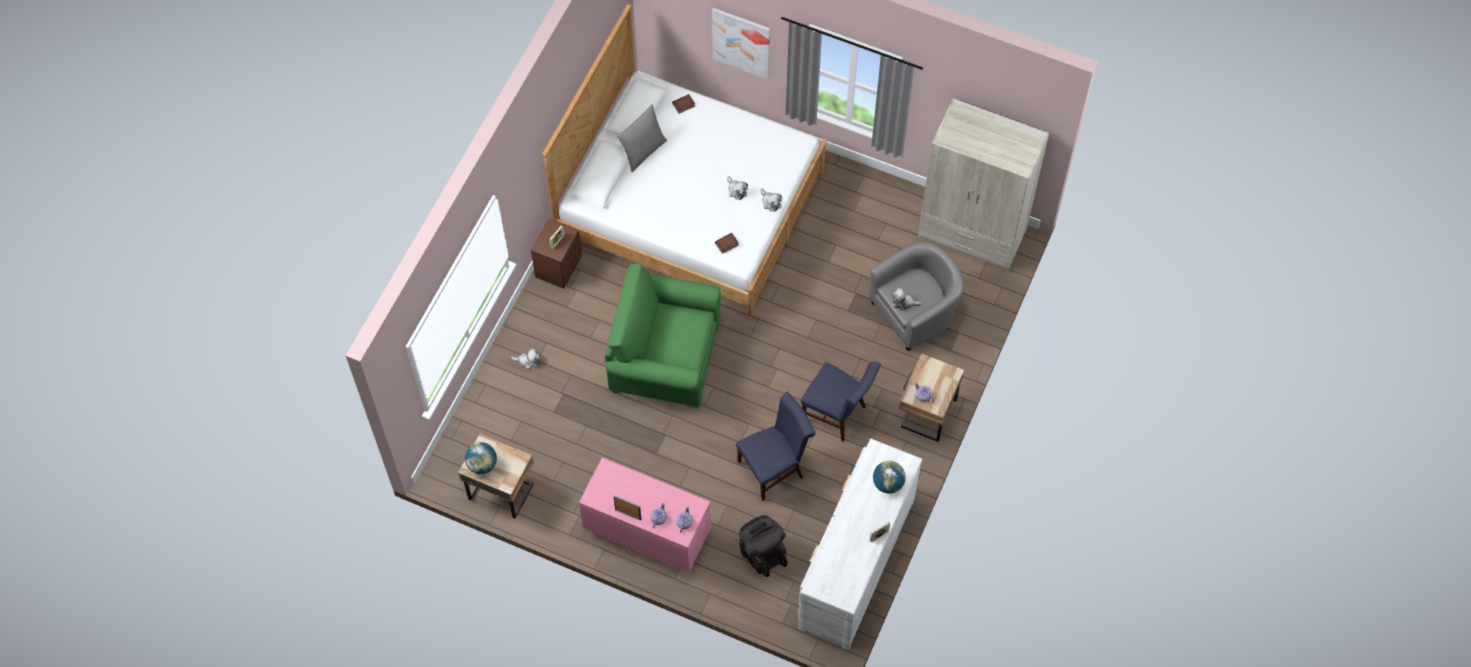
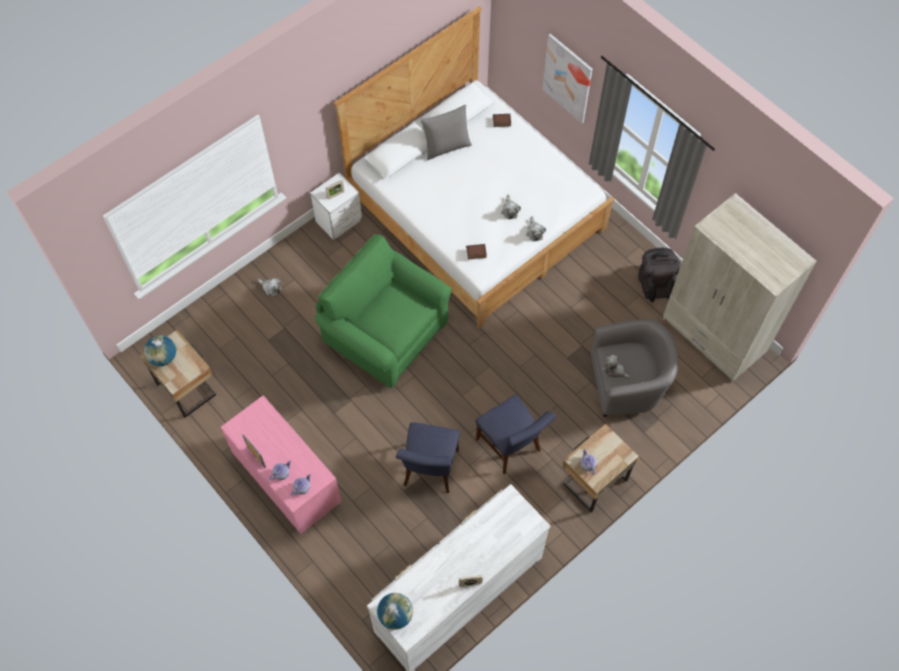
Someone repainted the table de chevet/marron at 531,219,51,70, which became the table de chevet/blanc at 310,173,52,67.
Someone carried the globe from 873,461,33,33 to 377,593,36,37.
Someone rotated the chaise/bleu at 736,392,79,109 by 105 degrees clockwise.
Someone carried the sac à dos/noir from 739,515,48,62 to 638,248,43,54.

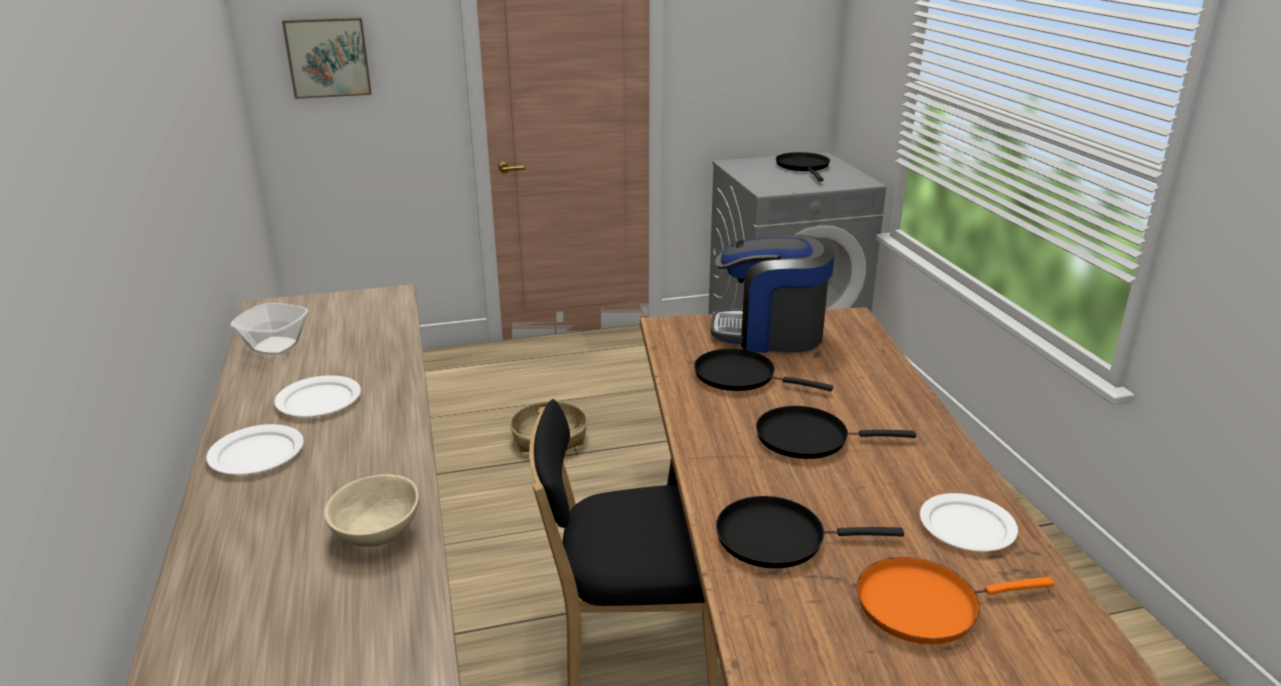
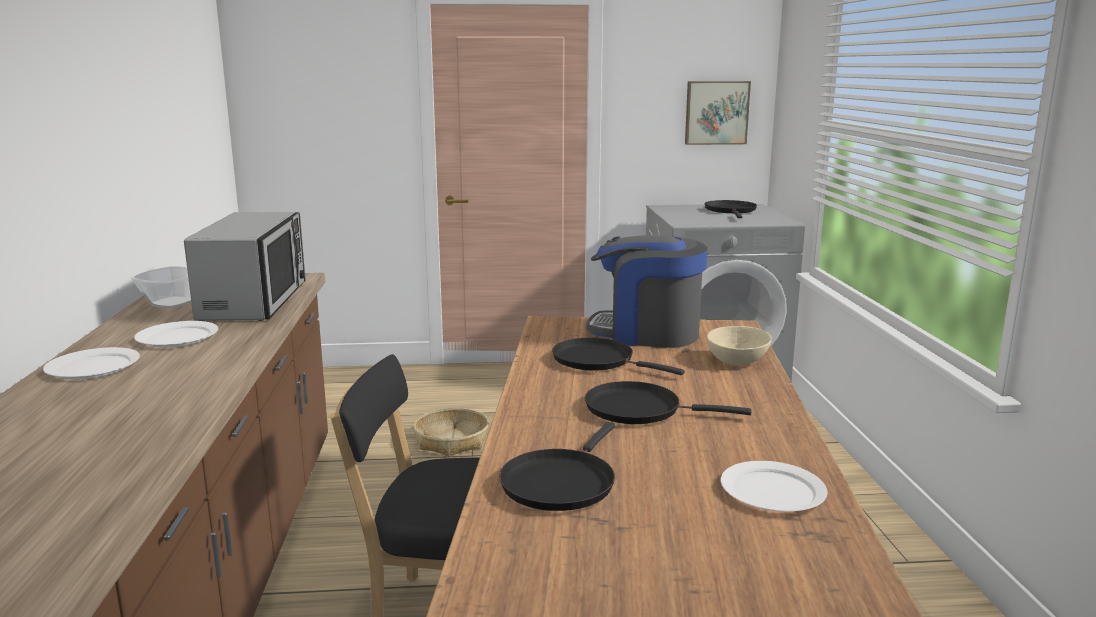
Someone put down the micro-ondes at 184,212,122,109.
Someone rotated the poêle/noir at 716,496,188,72 by 75 degrees counterclockwise.
Someone carried the tableau from 282,17,90,82 to 685,81,66,64.
Someone carried the bol/beige from 324,474,95,73 to 707,326,65,39.
Someone took away the poêle/orange at 857,557,198,88.

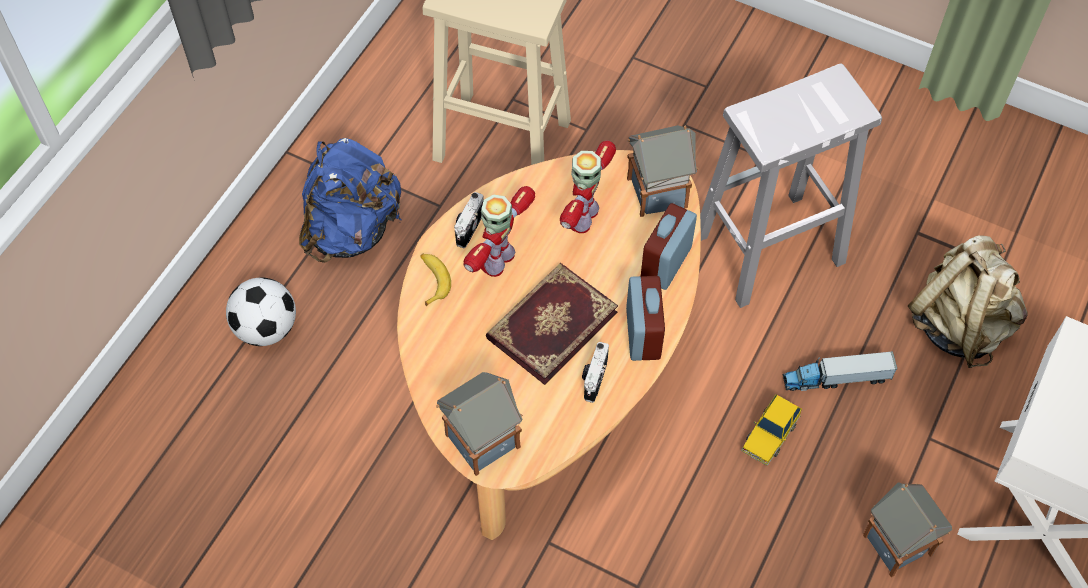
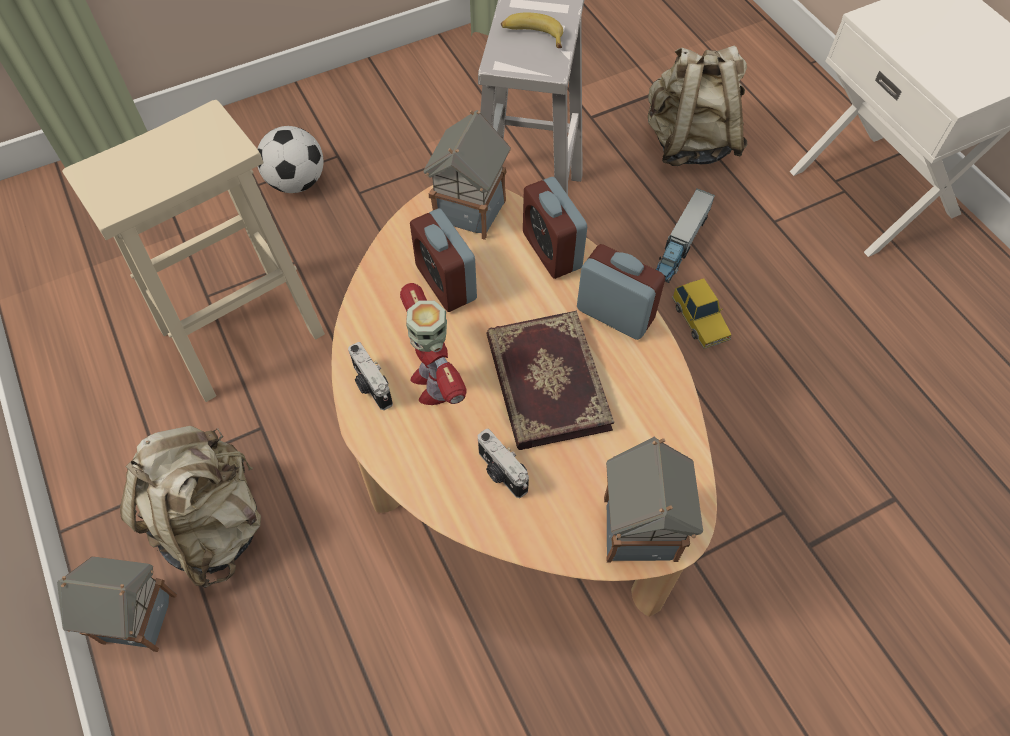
Someone carried the maison miniature from 863,482,89,95 to 57,556,120,96.
Someone repainted the sac à dos/bleu at 299,138,103,124, which became the sac à dos/beige at 120,426,141,162.
Someone carried the ballon de foot from 226,277,70,69 to 257,126,67,67.
Someone swapped the robot jouet at 560,140,56,93 for the réveil at 410,209,67,103.
Someone carried the appareil photo from 582,342,27,61 to 478,429,51,69.
Someone carried the banane from 420,254,31,53 to 501,13,62,35.

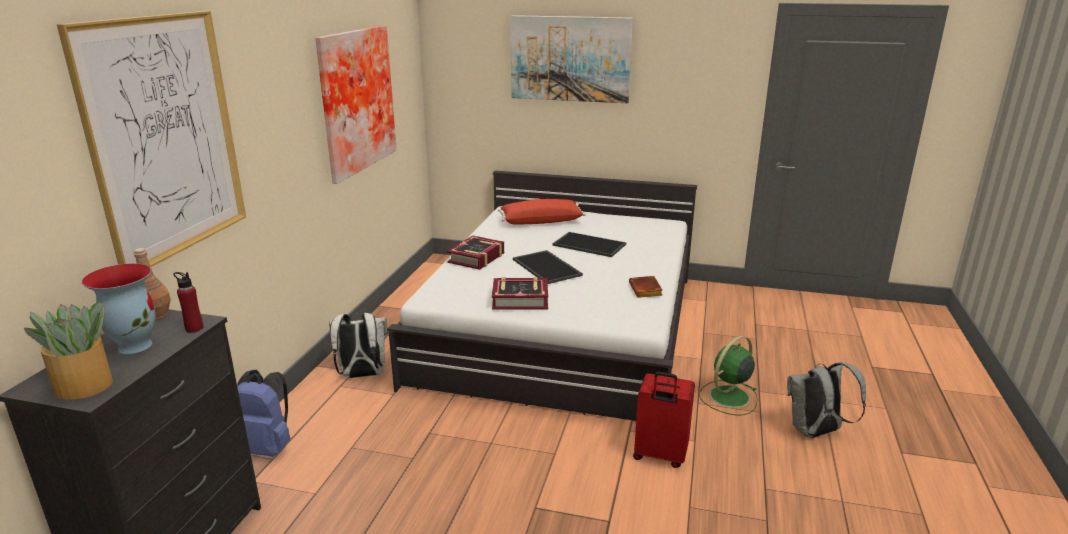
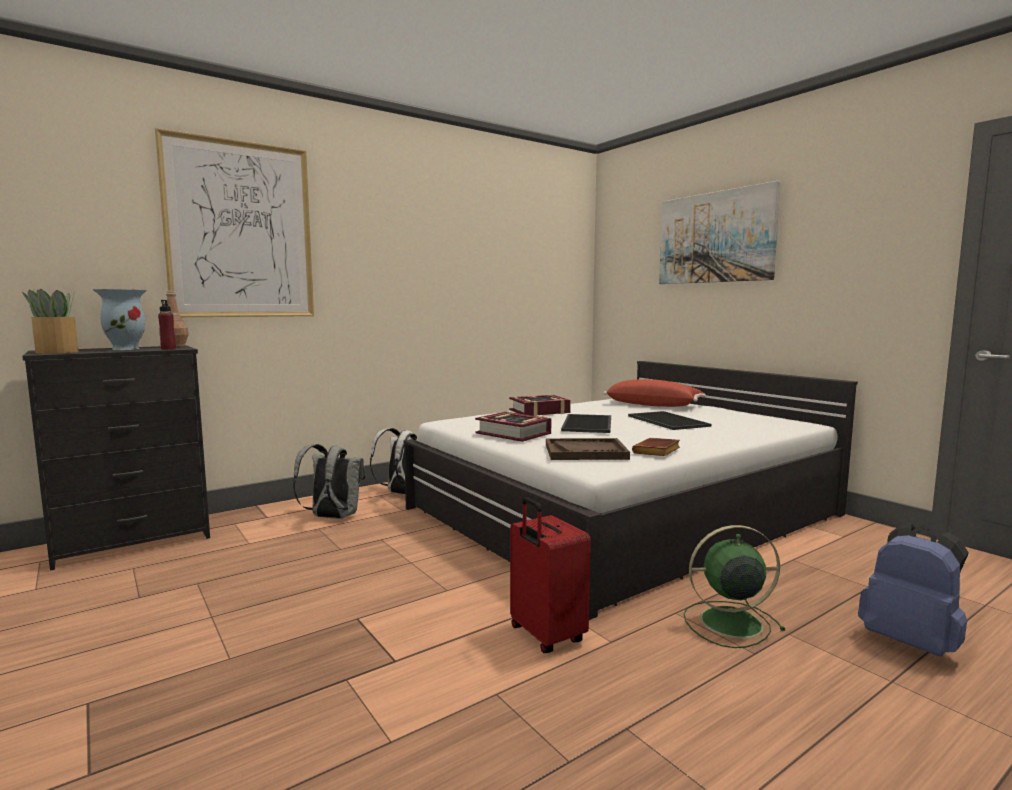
Someone carried the sac à dos/gris from 787,362,79,76 to 293,444,72,75.
Someone put down the plateau/marron at 546,438,84,22.
Someone carried the sac à dos/bleu from 237,370,53,87 to 858,523,111,133.
Someone took away the tableau at 315,25,82,159.

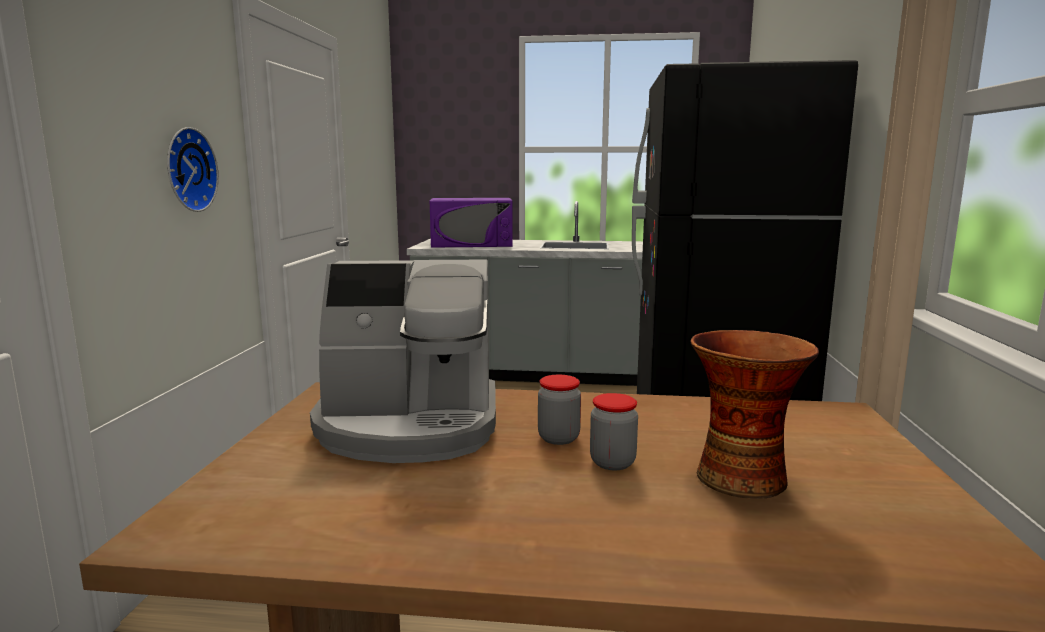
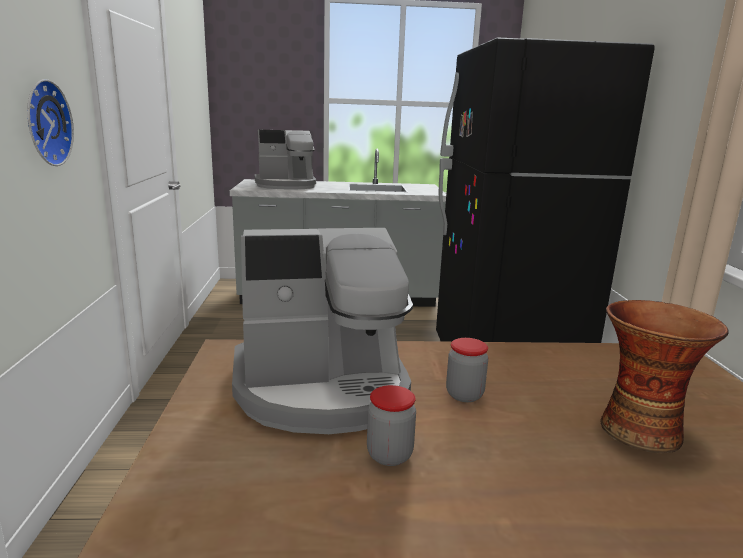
Someone swapped the micro-ondes/violet at 430,198,83,49 for the machine à café at 254,130,62,59.
Someone carried the bocal from 590,393,48,77 to 367,385,49,81.

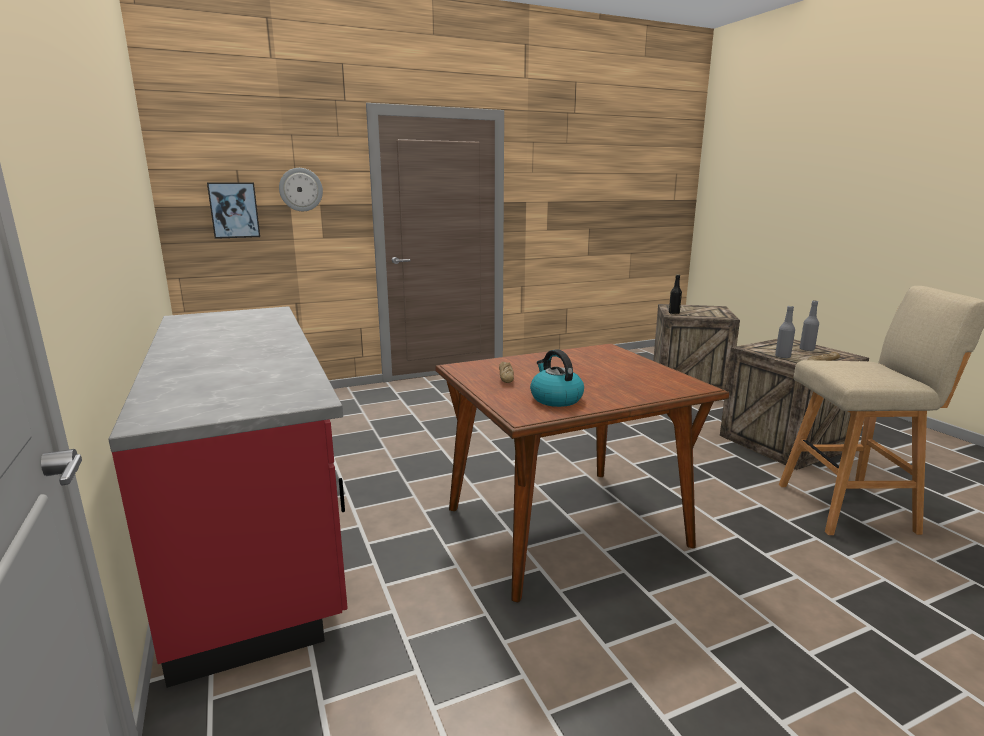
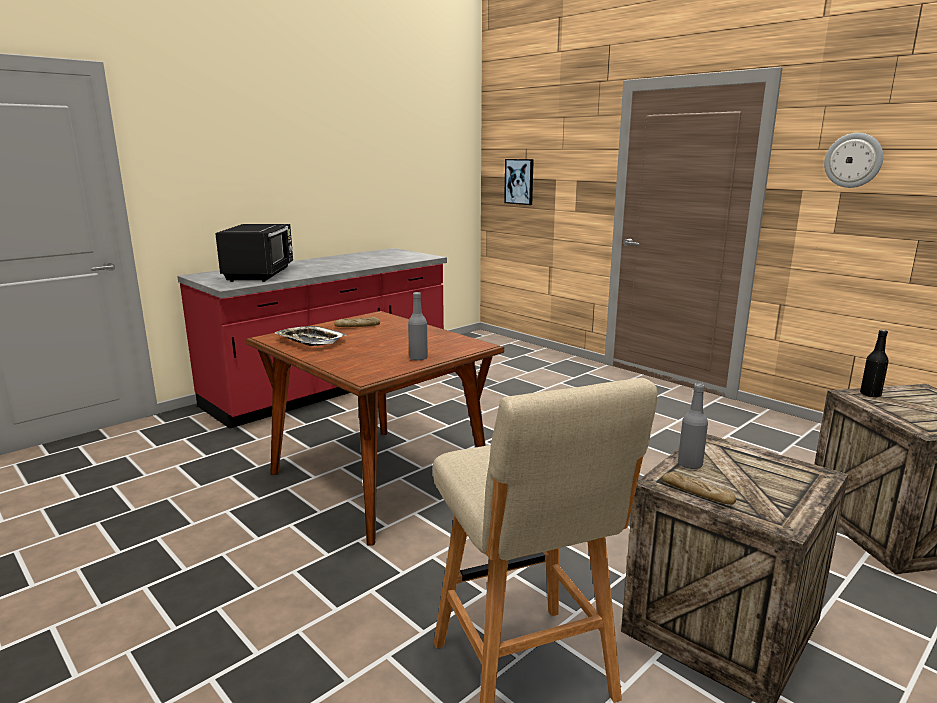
Someone put down the micro-ondes/noir at 215,224,78,58.
Someone swapped the bouilloire at 530,349,54,58 for the plateau at 275,326,72,20.
Someone carried the bouteille/gris from 800,300,19,51 to 408,292,20,68.
Someone carried the horloge murale from 279,168,44,43 to 824,133,59,55.

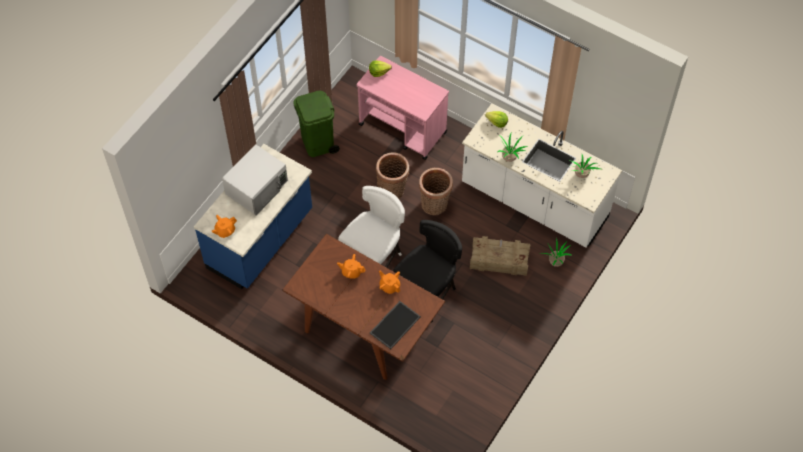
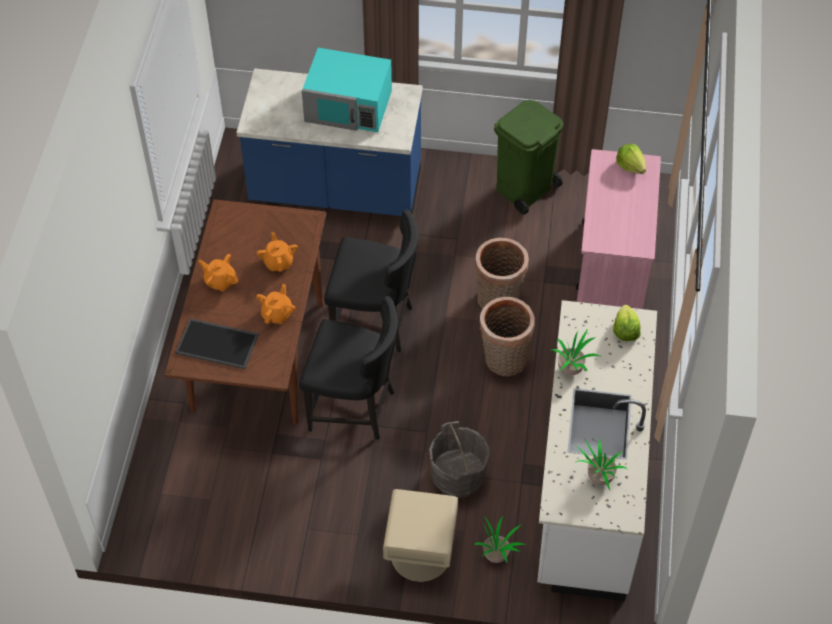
Someone carried the théière/orange from 212,215,25,23 to 198,254,40,37.
Someone repainted the micro-ondes/blanc at 222,145,66,70, which became the micro-ondes/turquoise at 302,48,90,84.
Someone repainted the chaise/blanc at 338,186,67,82, which became the chaise/noir at 324,209,94,144.
Someone put down the table de chevet/beige at 383,489,75,93.
Someone swapped the caisse at 470,236,60,40 for the seau/gris at 429,421,61,77.

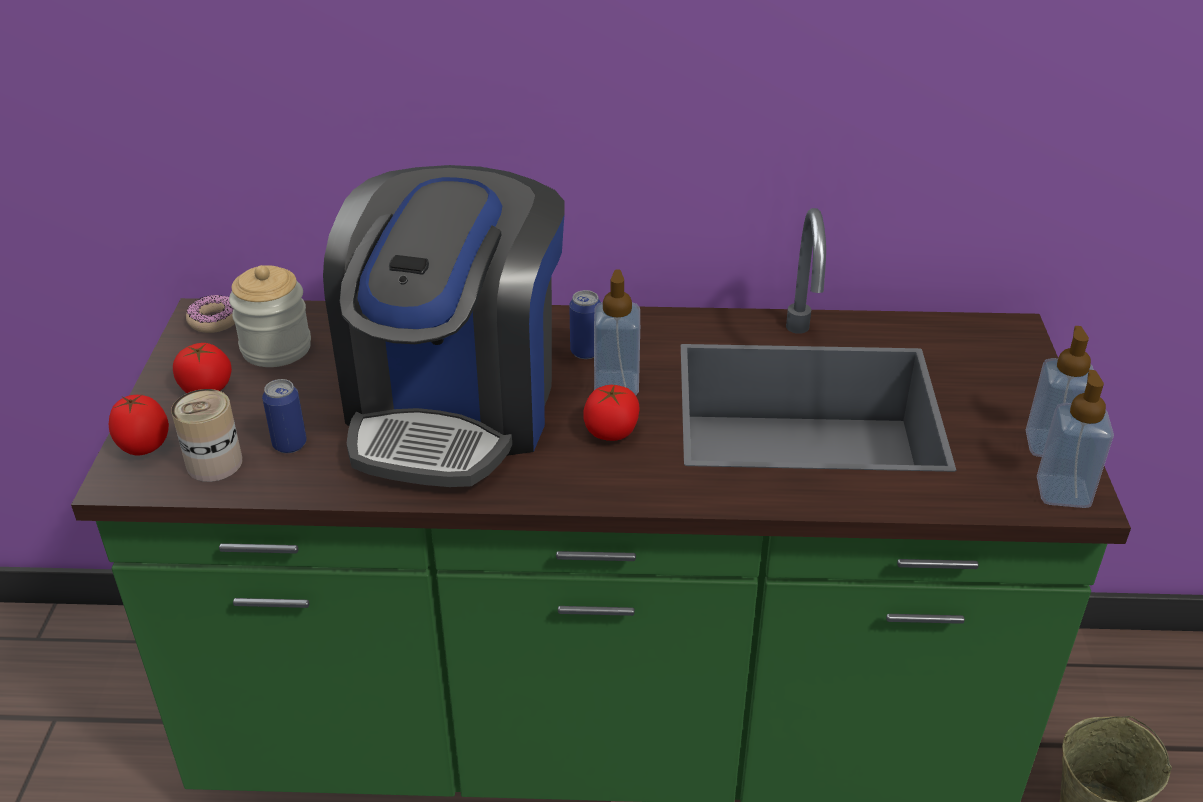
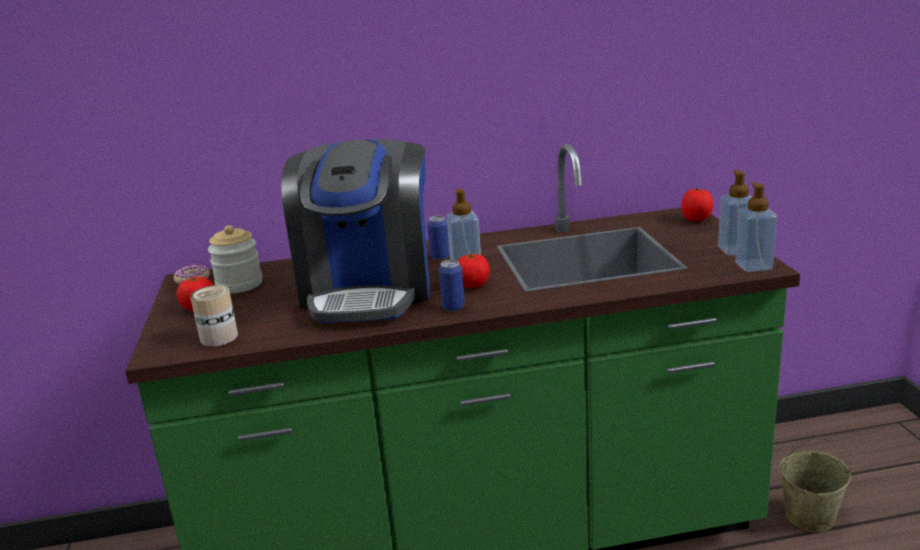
Someone carried the boîte métallique from 262,379,45,74 to 439,260,26,51.
Someone carried the tomate from 109,394,60,62 to 682,188,31,33.

